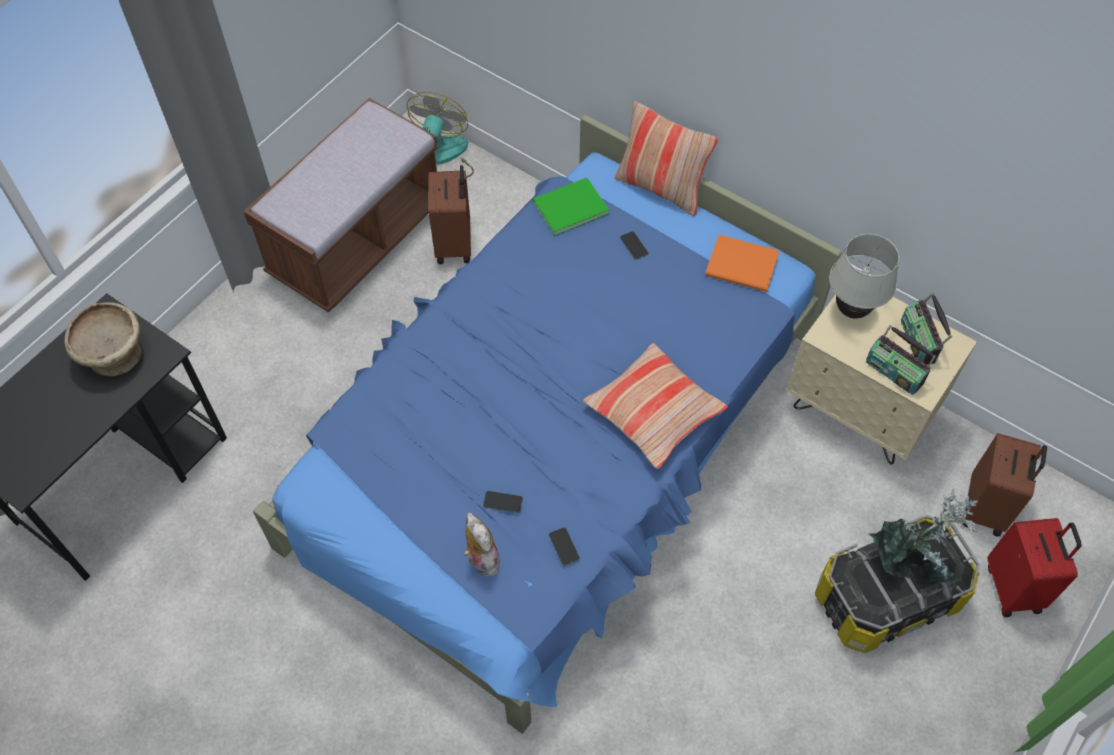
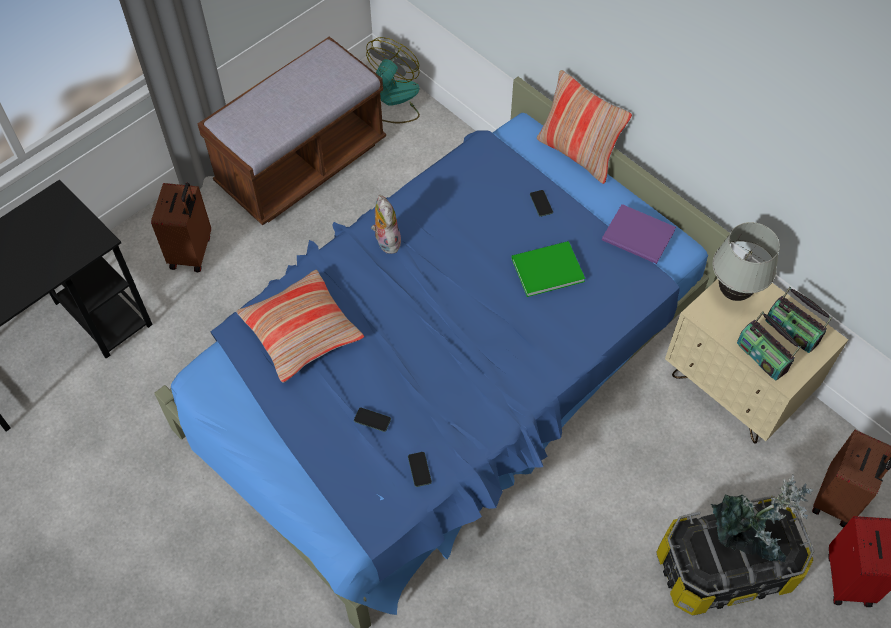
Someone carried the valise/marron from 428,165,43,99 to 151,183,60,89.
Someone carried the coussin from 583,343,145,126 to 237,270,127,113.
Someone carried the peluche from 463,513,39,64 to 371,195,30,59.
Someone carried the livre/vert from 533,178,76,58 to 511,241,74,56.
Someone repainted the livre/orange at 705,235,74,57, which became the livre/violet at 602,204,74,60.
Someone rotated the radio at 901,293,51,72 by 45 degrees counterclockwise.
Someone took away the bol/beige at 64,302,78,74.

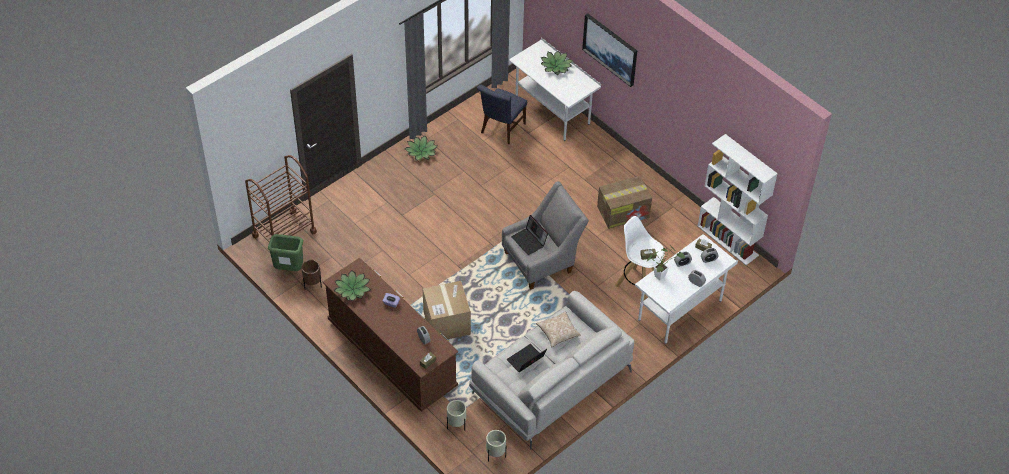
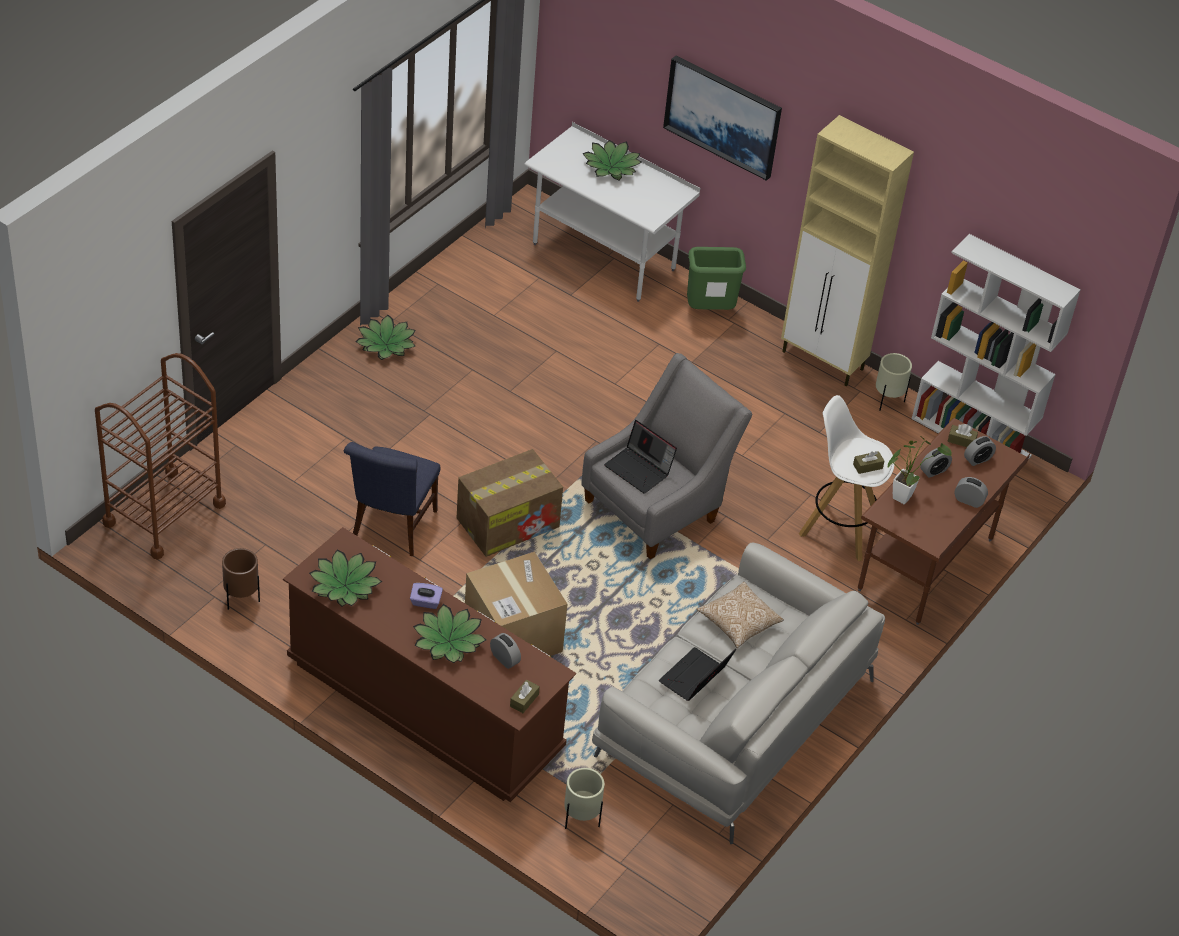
Someone carried the chaise/bleu from 477,85,50,59 to 344,442,96,114.
Someone put down the plante en pot at 413,604,73,59.
Someone carried the carton from 597,176,55,53 to 457,449,106,108.
Someone carried the poubelle/vert from 268,234,35,37 to 687,247,59,63.
Someone put down the meuble de rangement/beige at 781,115,133,272.
Someone repainted the bureau/blanc at 635,234,103,110, which became the bureau/marron at 858,418,172,207.
Someone carried the cache-pot/beige from 486,430,20,32 to 876,353,36,57.

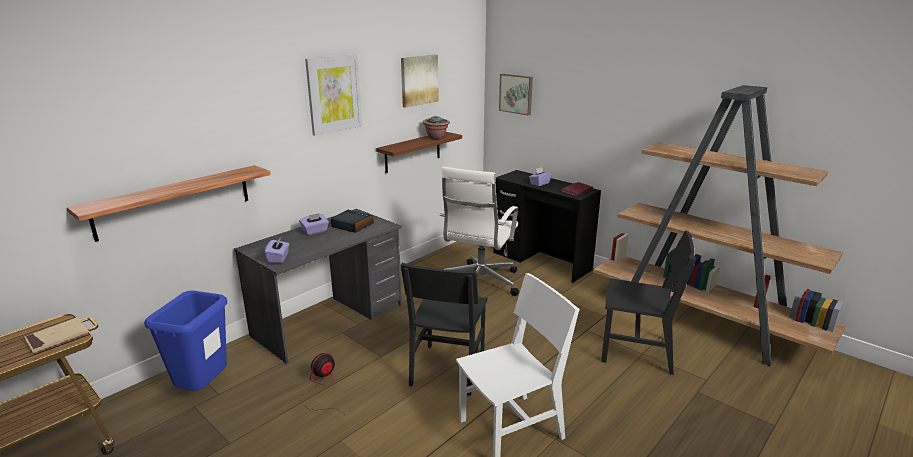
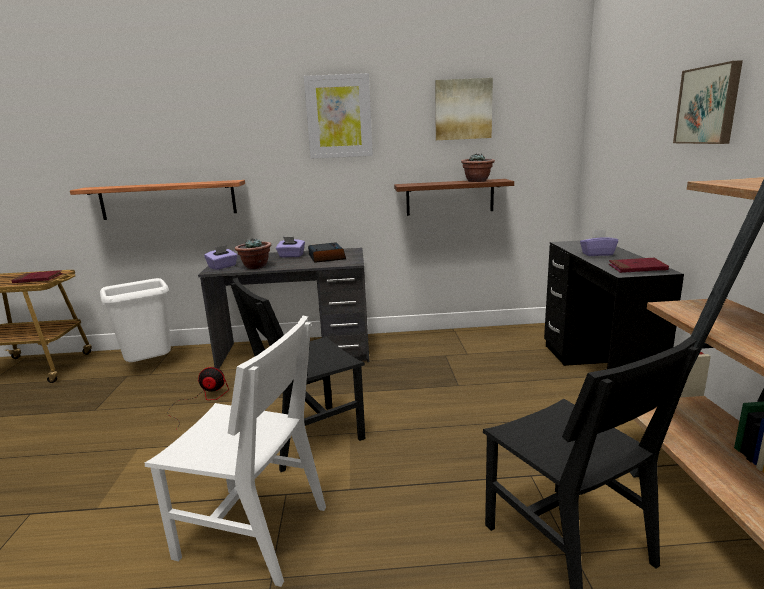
Someone repainted the livre/beige at 24,317,64,37, which became the livre/rouge at 11,270,52,13.
Someone repainted the poubelle/bleu at 144,291,83,100, which became the poubelle/blanc at 100,278,71,84.
Someone put down the plante en pot at 235,238,36,31.
Someone carried the tableau from 499,74,34,41 to 673,60,70,84.
Someone took away the chaise de bureau/blanc at 440,166,79,130.

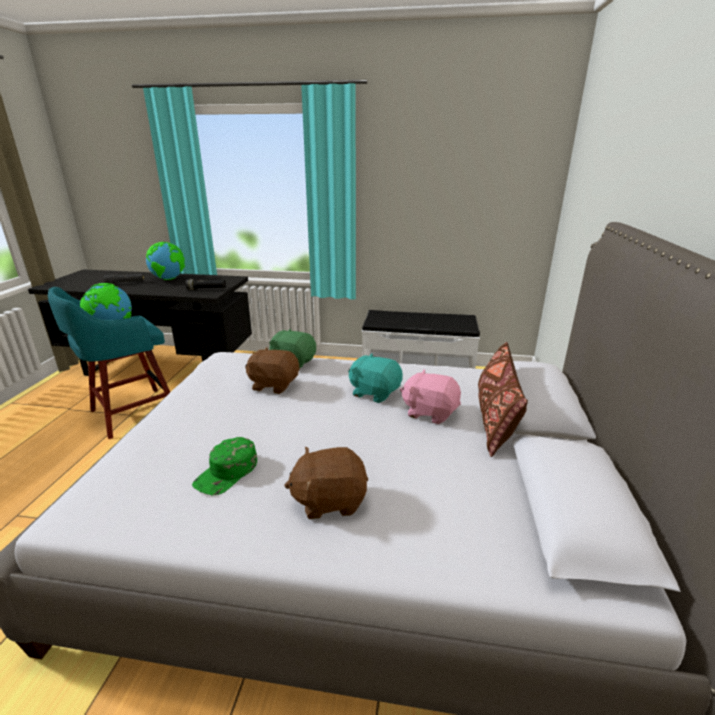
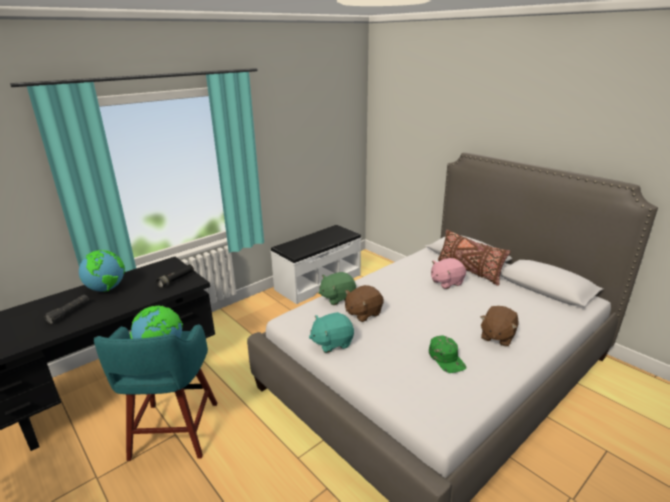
Someone carried the peluche/turquoise from 348,353,55,50 to 309,312,45,41.

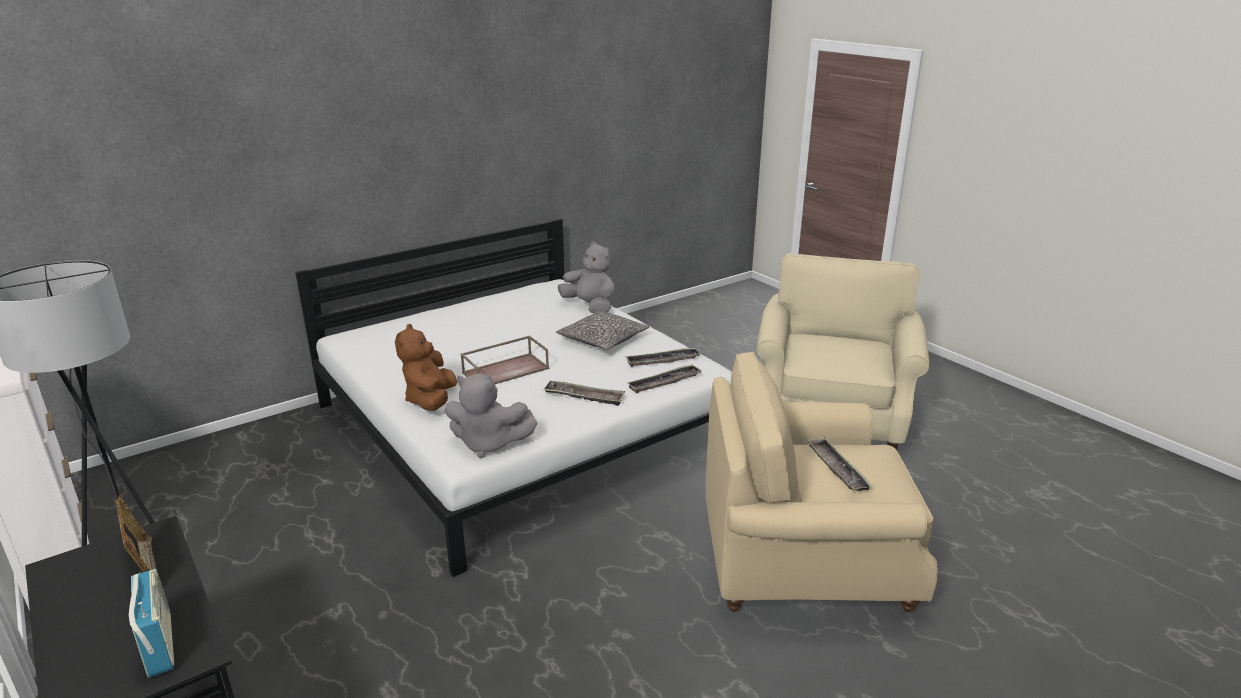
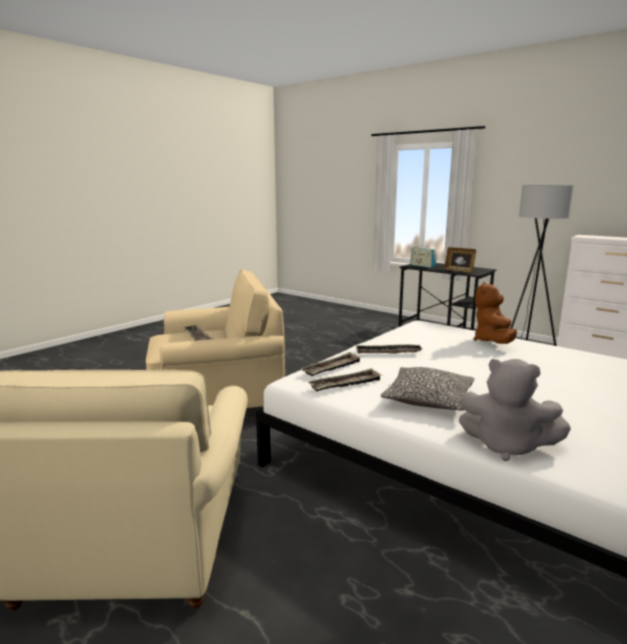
Someone rotated the peluche/marron at 395,324,62,87 by 150 degrees counterclockwise.
Someone took away the peluche/gris at 445,374,93,84.
Someone took away the plateau/marron at 460,336,89,48.

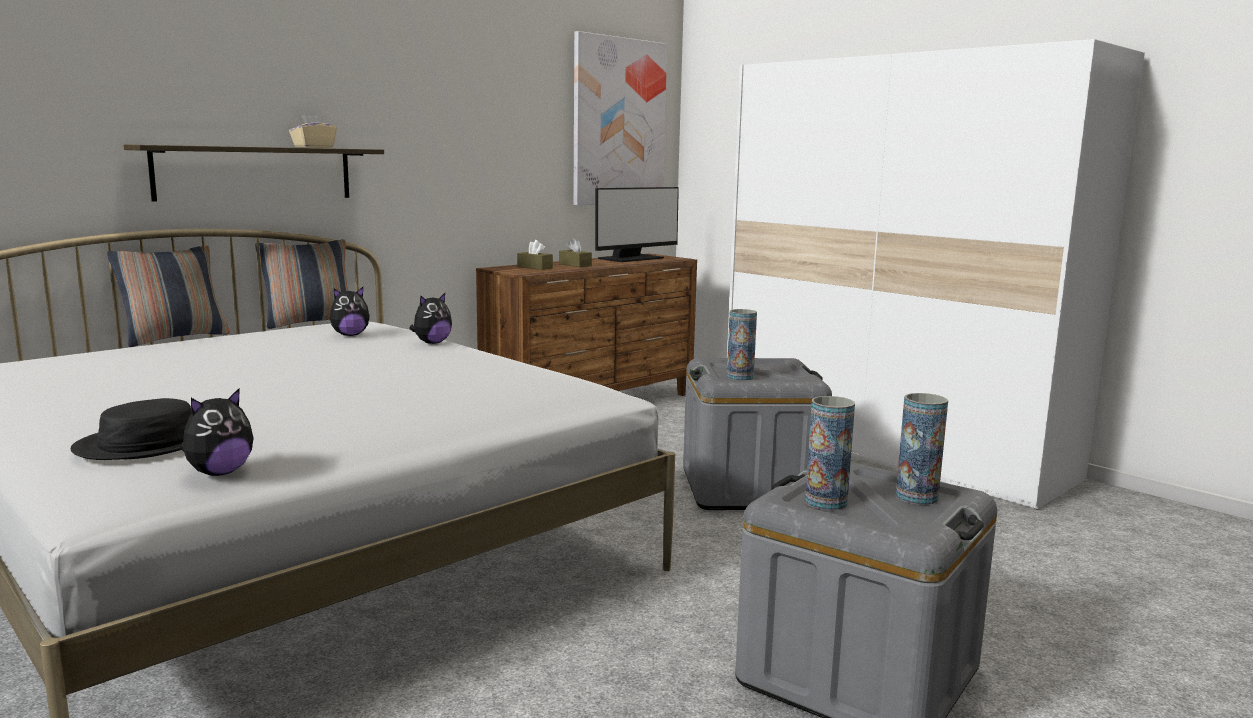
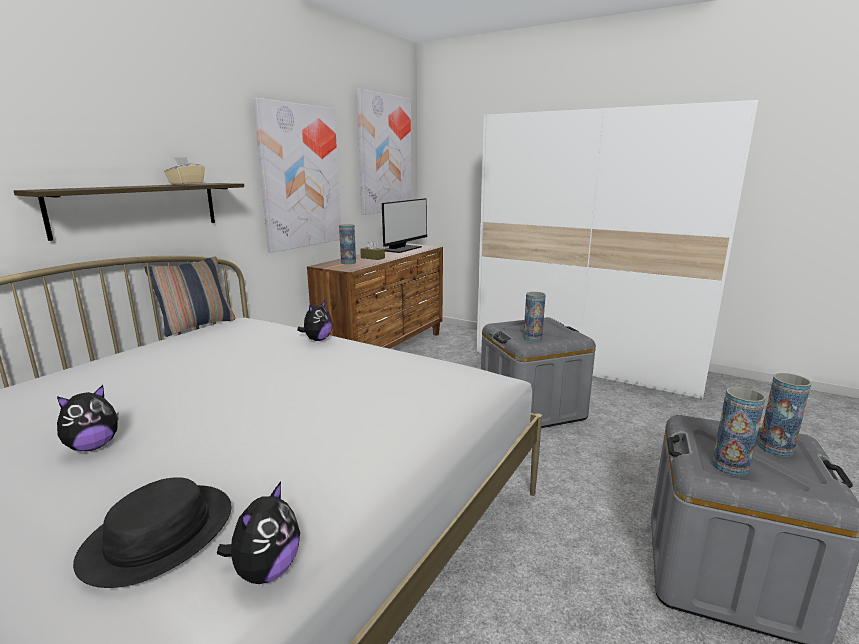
Someone carried the peluche from 330,287,40,49 to 57,385,62,66.
Someone put up the tableau at 253,98,88,155.
Someone swapped the boîte à mouchoirs/marron at 517,240,36,30 for the vase at 339,224,17,40.
Someone took away the coussin at 107,245,123,102.

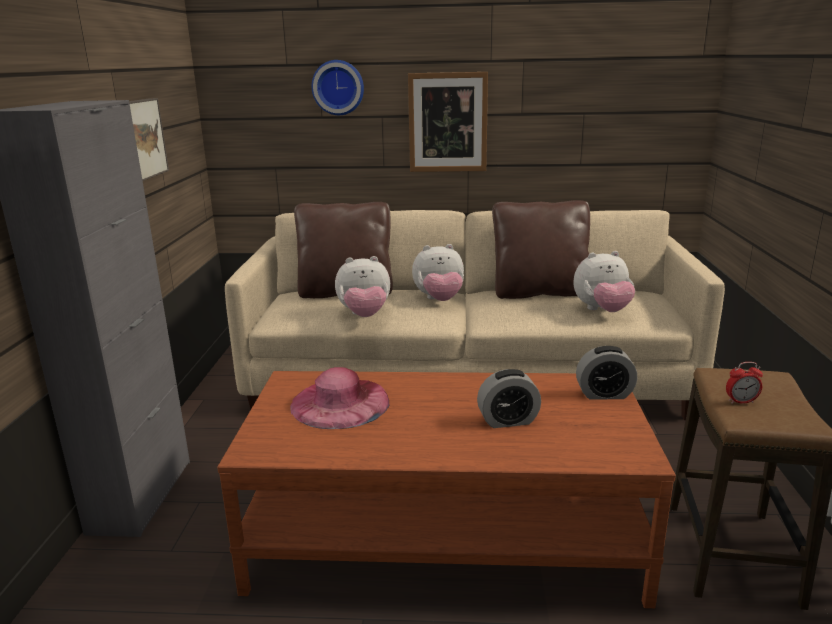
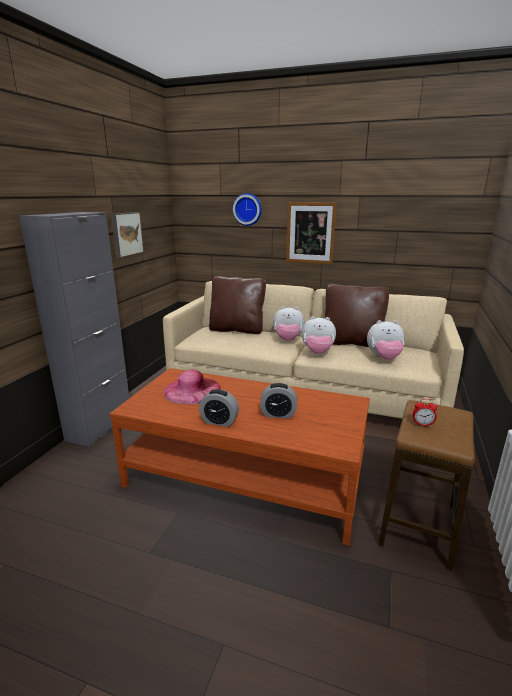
Someone carried the réveil from 576,346,61,54 to 199,389,40,38.
Someone carried the peluche from 335,256,55,61 to 302,316,34,38.

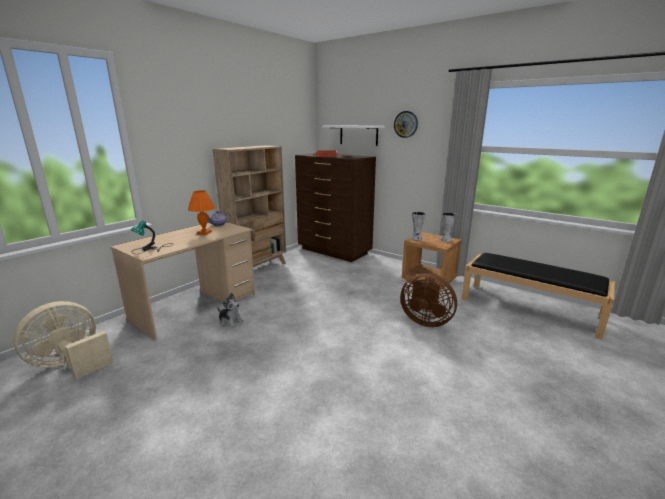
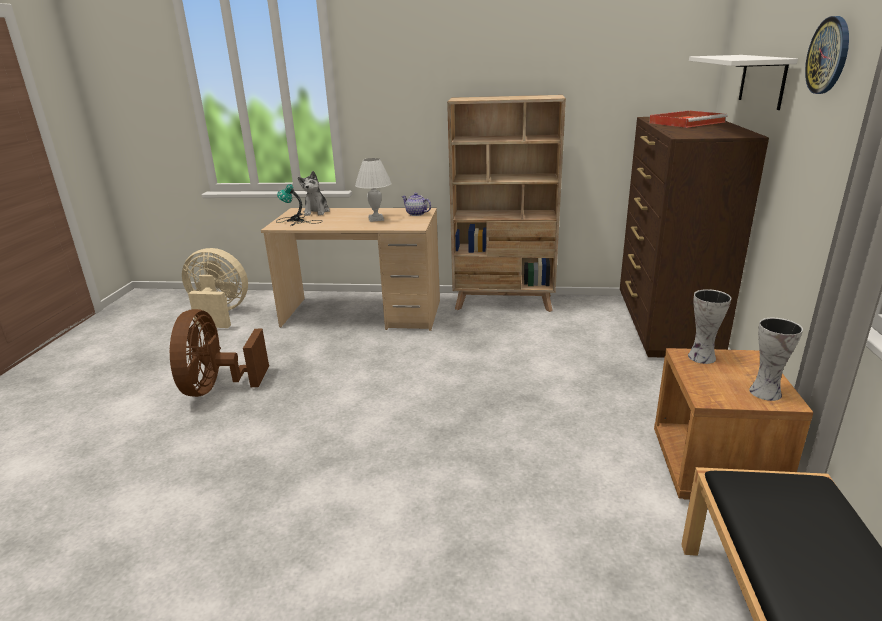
Someone carried the ventilateur/marron from 400,273,57,54 to 170,309,99,88.
Someone carried the peluche from 217,293,27,35 to 298,171,32,45.
Someone repainted the lampe de table/orange at 188,190,27,45, which became the lampe de table/blanc at 355,158,37,64.

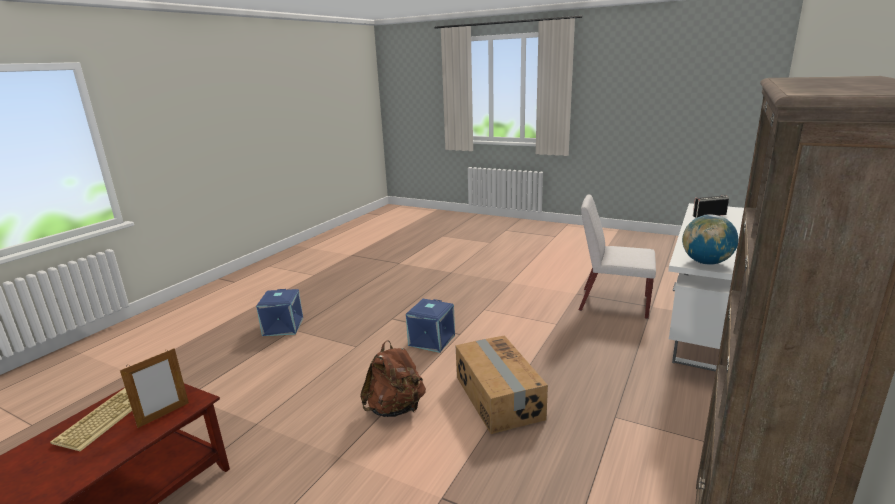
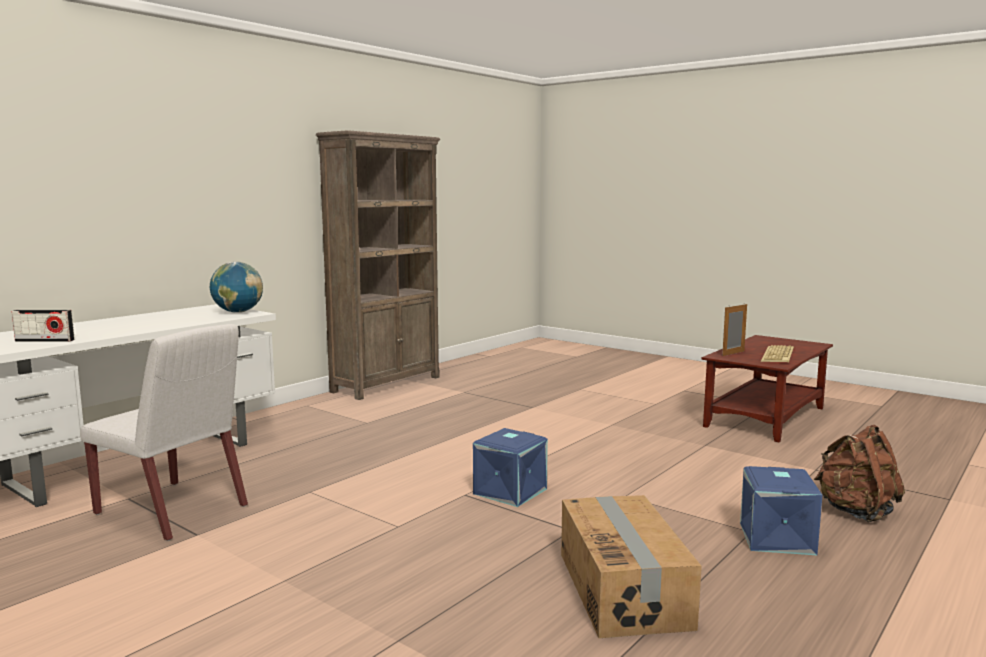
Someone carried the carton from 456,335,92,99 to 561,495,141,143.
Someone carried the sac à dos/marron from 360,340,66,77 to 814,425,91,97.

